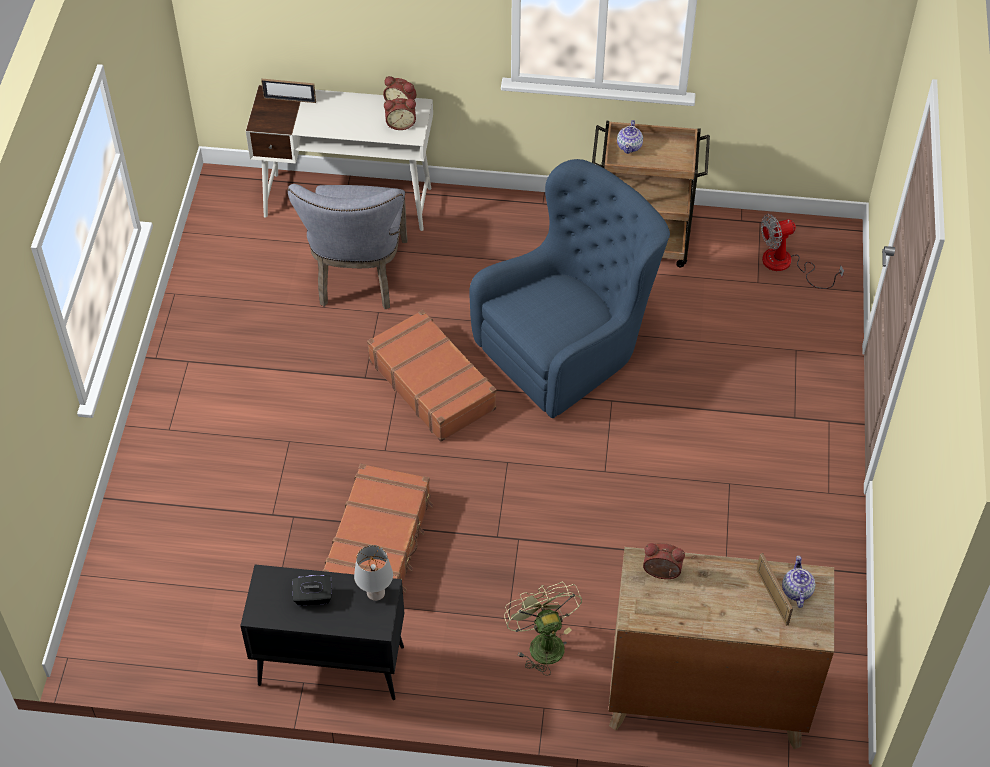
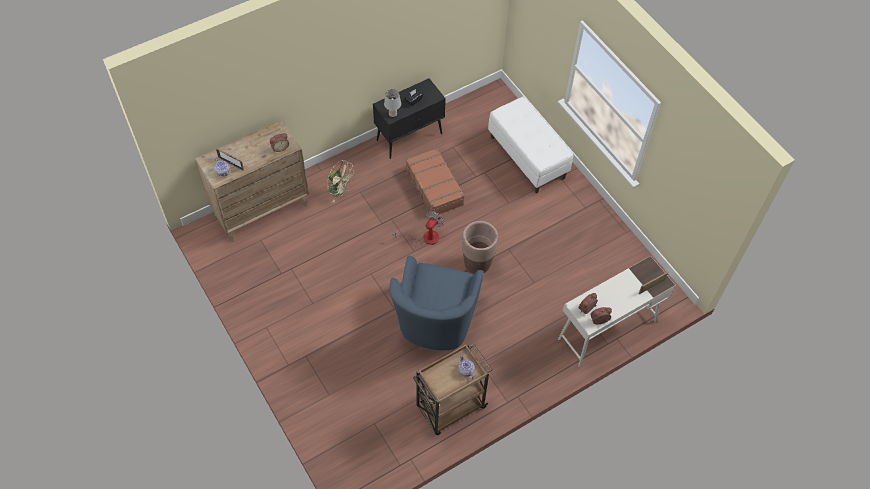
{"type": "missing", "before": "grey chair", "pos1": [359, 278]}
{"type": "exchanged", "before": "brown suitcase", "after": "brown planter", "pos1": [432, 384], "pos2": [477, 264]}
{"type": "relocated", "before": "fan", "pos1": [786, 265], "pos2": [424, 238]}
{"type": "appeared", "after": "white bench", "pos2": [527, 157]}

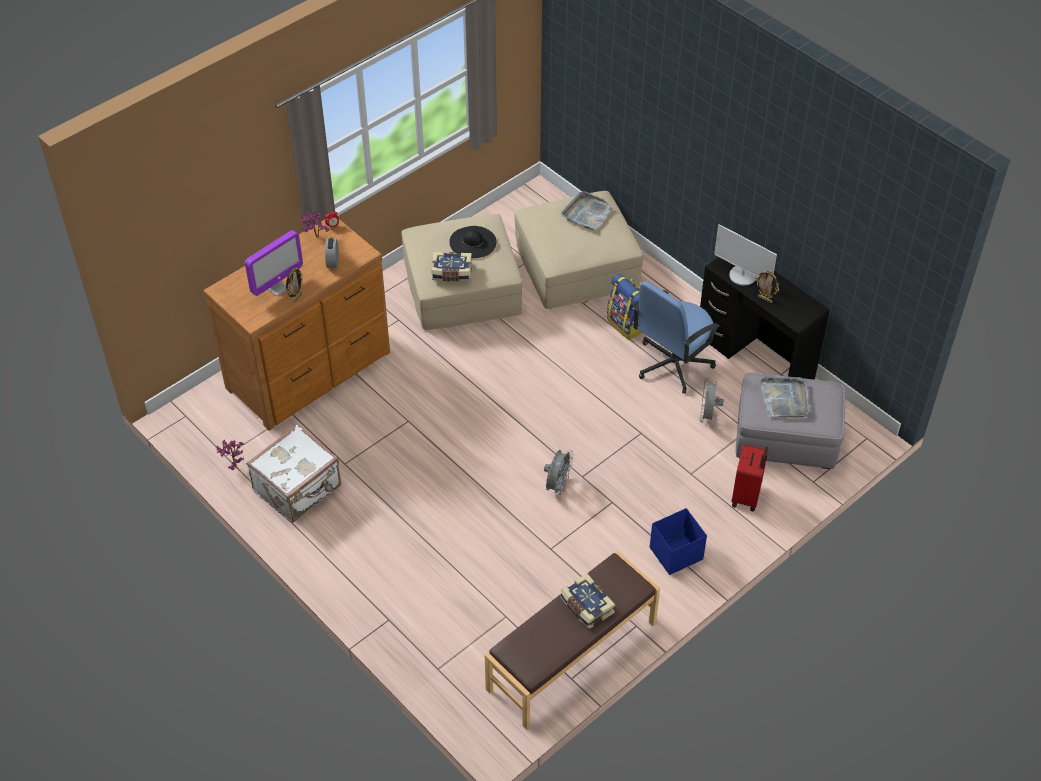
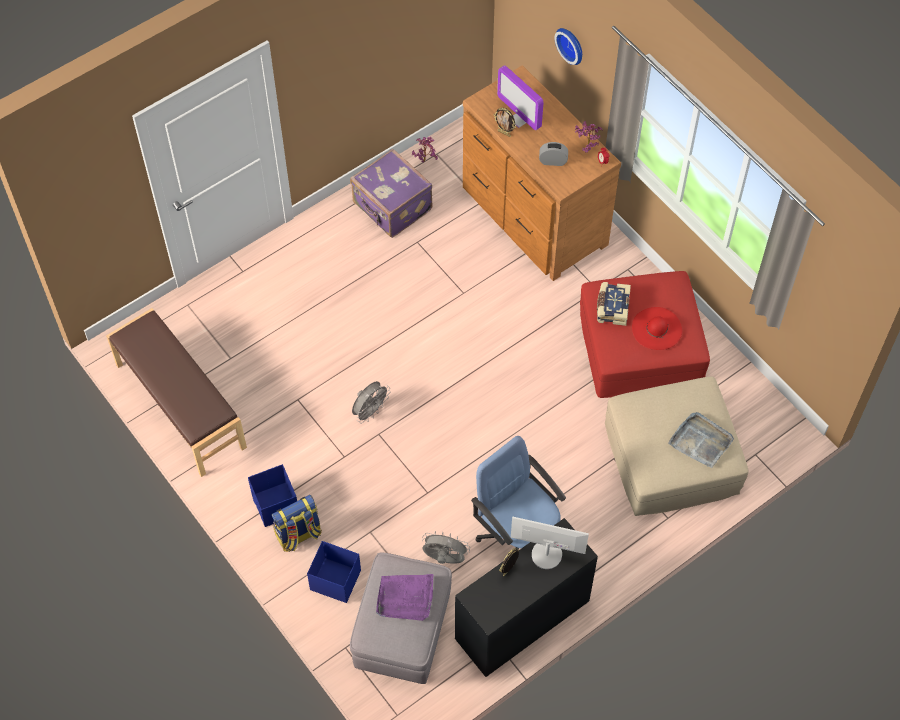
{"type": "colour", "before": "white suitcase", "after": "purple suitcase", "pos1": [299, 489], "pos2": [391, 207]}
{"type": "colour", "before": "beige ottoman", "after": "red ottoman", "pos1": [462, 287], "pos2": [641, 347]}
{"type": "colour", "before": "black hat", "after": "red hat", "pos1": [472, 242], "pos2": [656, 328]}
{"type": "spun", "before": "grey fan", "pos1": [557, 485], "pos2": [370, 411], "turn": -75}
{"type": "missing", "before": "book", "pos1": [586, 607]}
{"type": "relocated", "before": "backpack", "pos1": [626, 324], "pos2": [298, 535]}
{"type": "spun", "before": "monitor", "pos1": [743, 276], "pos2": [546, 554], "turn": 60}
{"type": "exchanged", "before": "red suitcase", "after": "blue storage box", "pos1": [747, 496], "pos2": [335, 580]}
{"type": "colour", "before": "grey tray", "after": "purple tray", "pos1": [785, 398], "pos2": [405, 598]}
{"type": "appeared", "after": "wall clock", "pos2": [571, 44]}

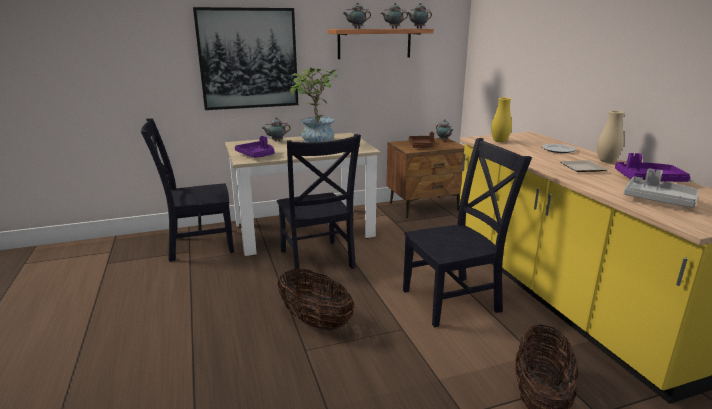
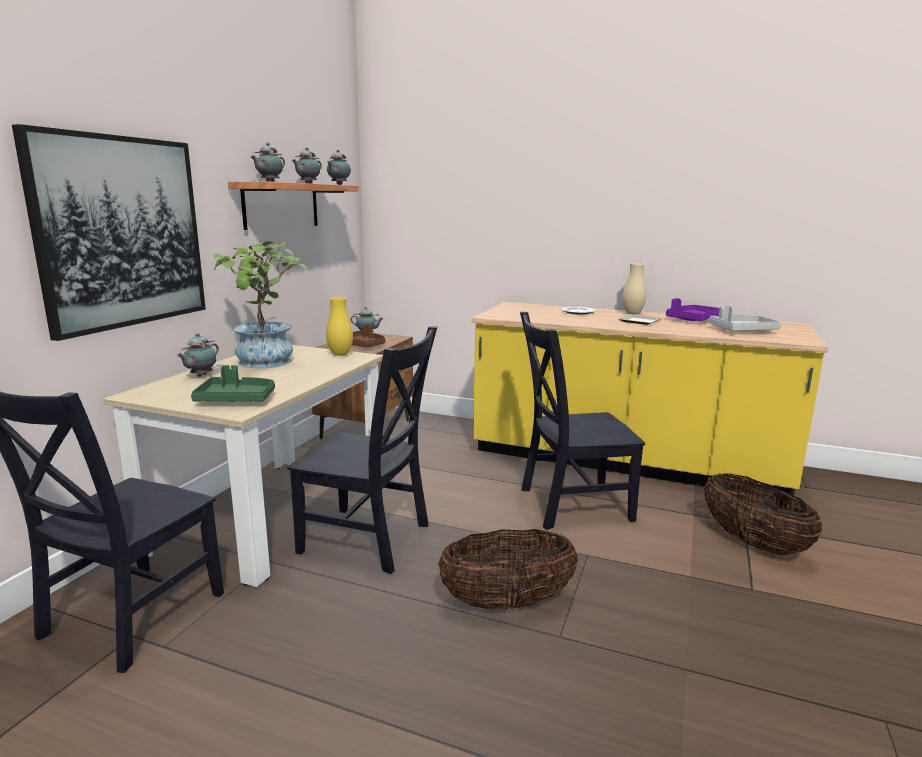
{"type": "colour", "before": "purple tray", "after": "green tray", "pos1": [257, 155], "pos2": [236, 399]}
{"type": "spun", "before": "black chair", "pos1": [455, 300], "pos2": [570, 504], "turn": -120}
{"type": "relocated", "before": "yellow vase", "pos1": [499, 141], "pos2": [340, 354]}

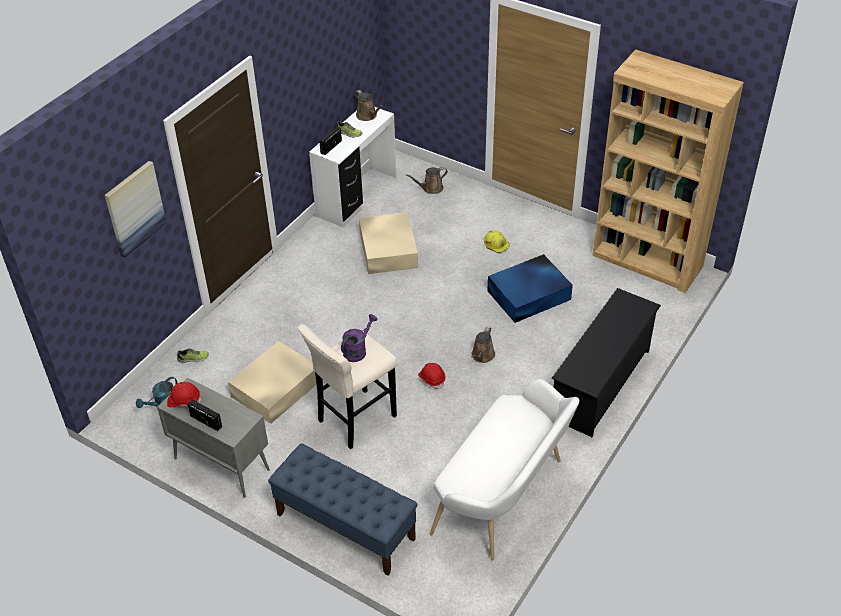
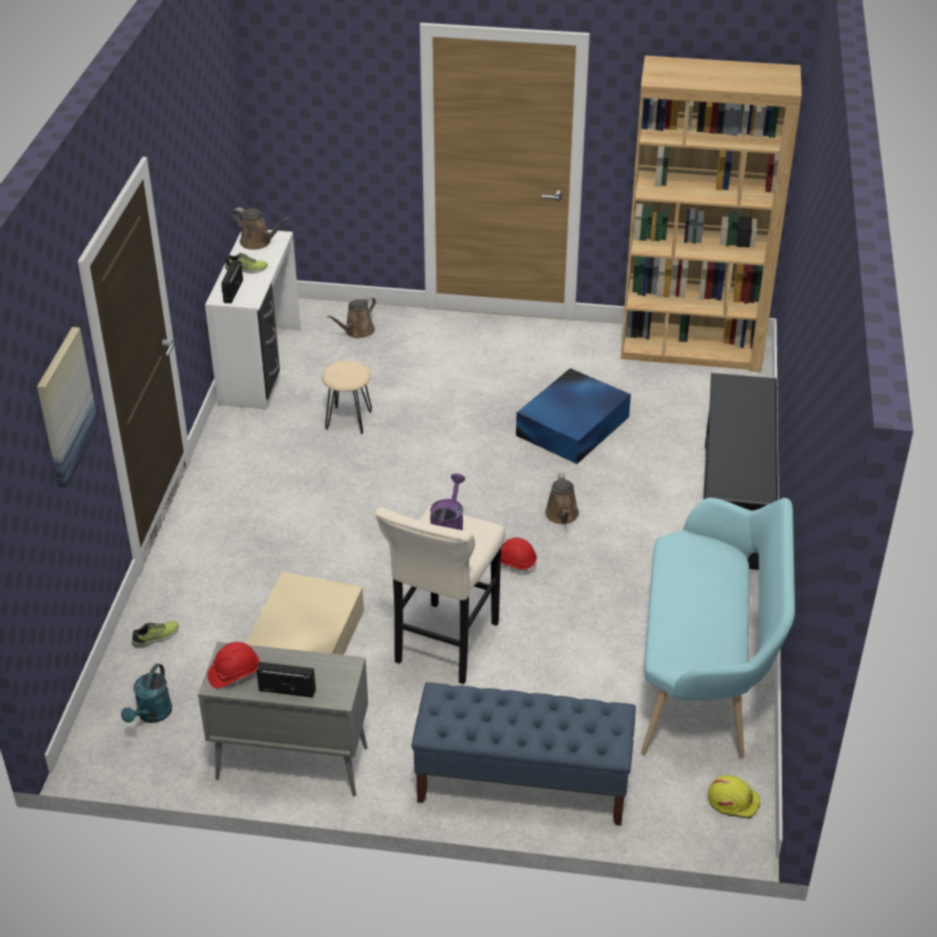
{"type": "exchanged", "before": "beige storage box", "after": "beige stool", "pos1": [388, 249], "pos2": [349, 419]}
{"type": "colour", "before": "white bench", "after": "turquoise bench", "pos1": [504, 498], "pos2": [706, 677]}
{"type": "relocated", "before": "yellow hard hat", "pos1": [496, 245], "pos2": [733, 800]}

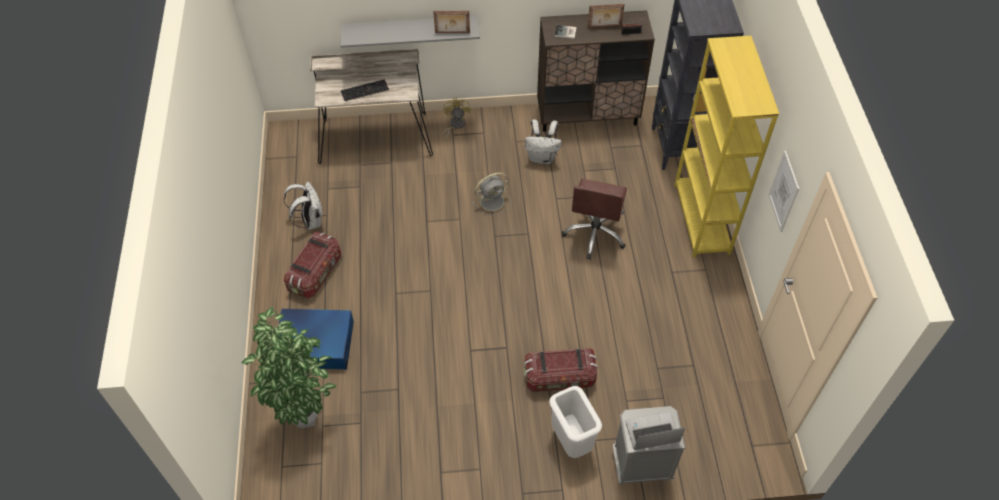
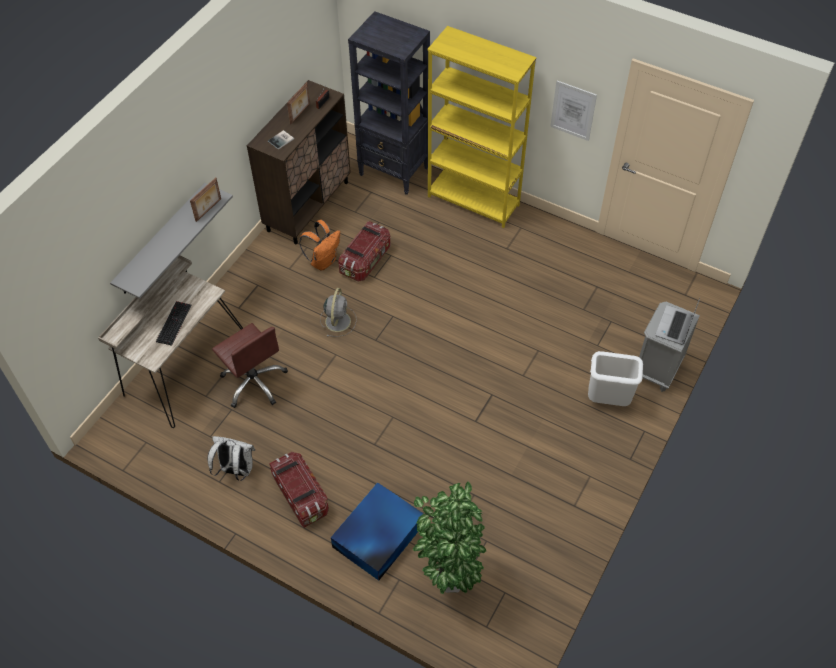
{"type": "missing", "before": "yellow fan", "pos1": [455, 125]}
{"type": "relocated", "before": "storage box", "pos1": [560, 378], "pos2": [366, 260]}
{"type": "colour", "before": "white backpack", "after": "orange backpack", "pos1": [542, 157], "pos2": [323, 261]}
{"type": "relocated", "before": "brown office chair", "pos1": [595, 233], "pos2": [254, 382]}

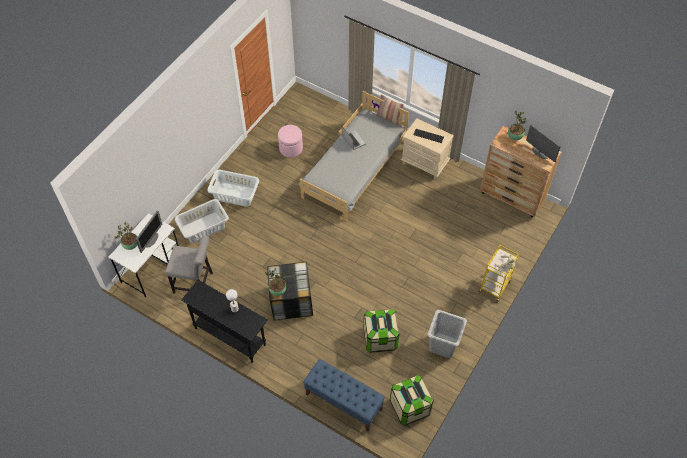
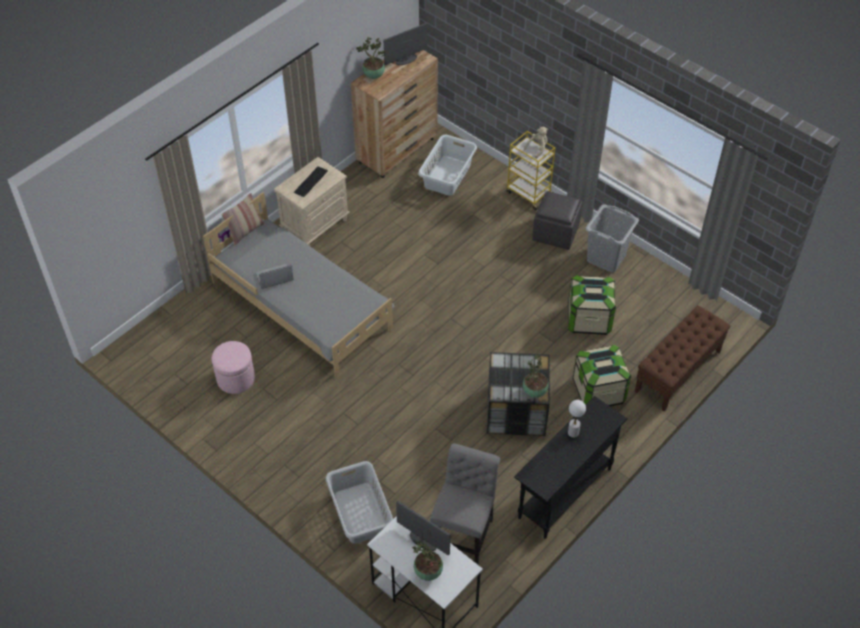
{"type": "relocated", "before": "white laundry basket", "pos1": [235, 194], "pos2": [447, 176]}
{"type": "colour", "before": "blue bench", "after": "brown bench", "pos1": [343, 402], "pos2": [677, 371]}
{"type": "relocated", "before": "storage box", "pos1": [410, 407], "pos2": [598, 391]}
{"type": "appeared", "after": "grey ottoman", "pos2": [556, 232]}

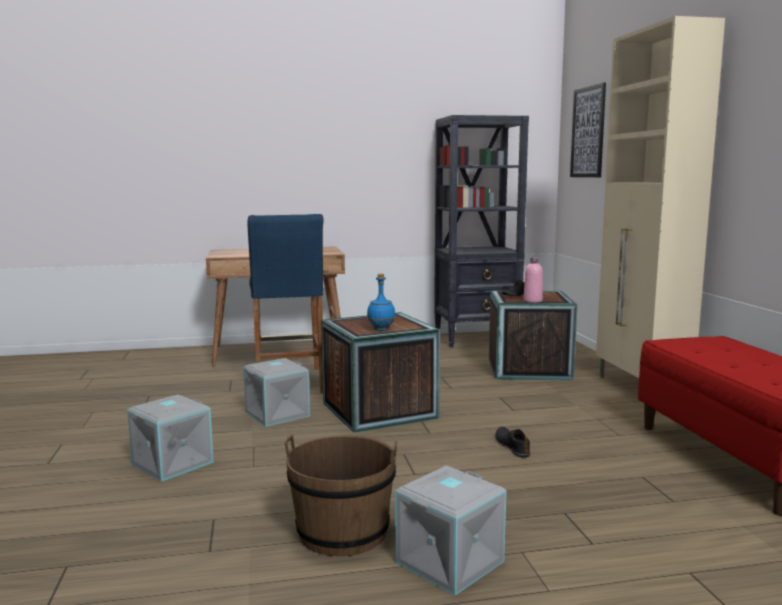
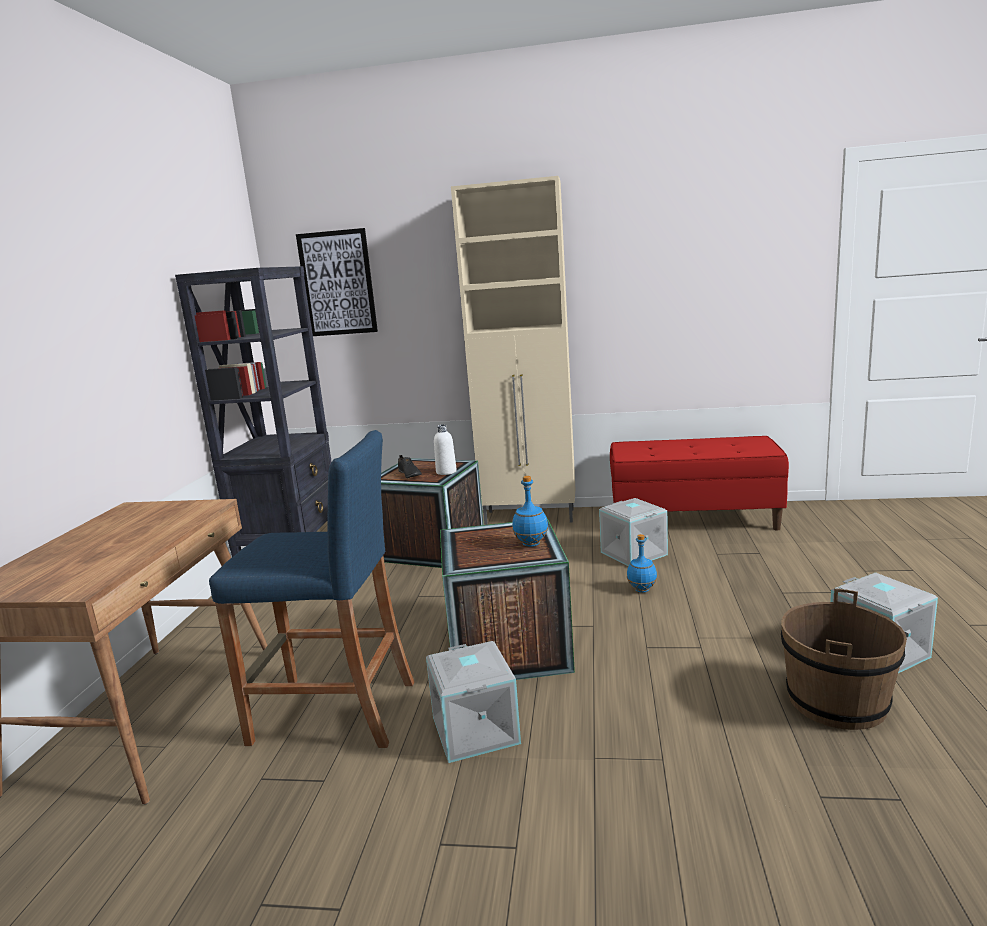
{"type": "relocated", "before": "grey storage box", "pos1": [172, 463], "pos2": [632, 553]}
{"type": "exchanged", "before": "black shoe", "after": "blue bottle", "pos1": [512, 446], "pos2": [642, 590]}
{"type": "colour", "before": "pink bottle", "after": "white bottle", "pos1": [532, 301], "pos2": [446, 472]}

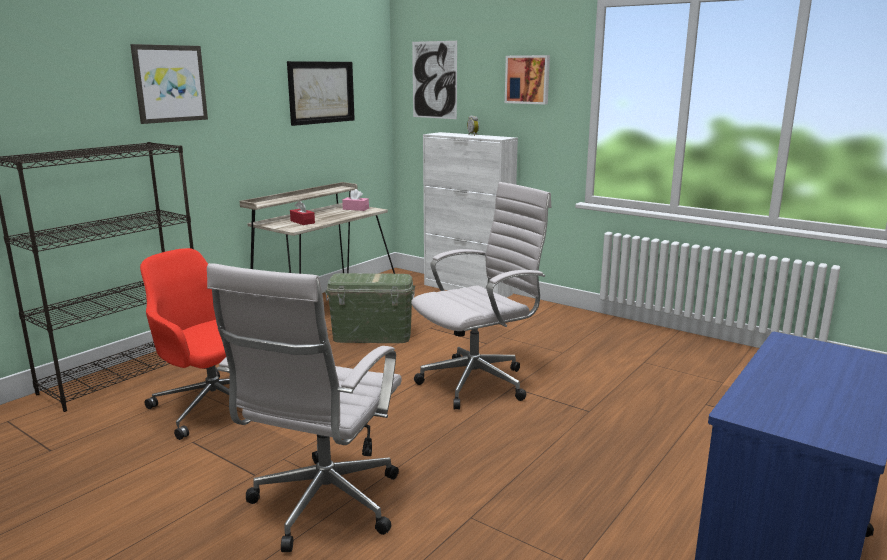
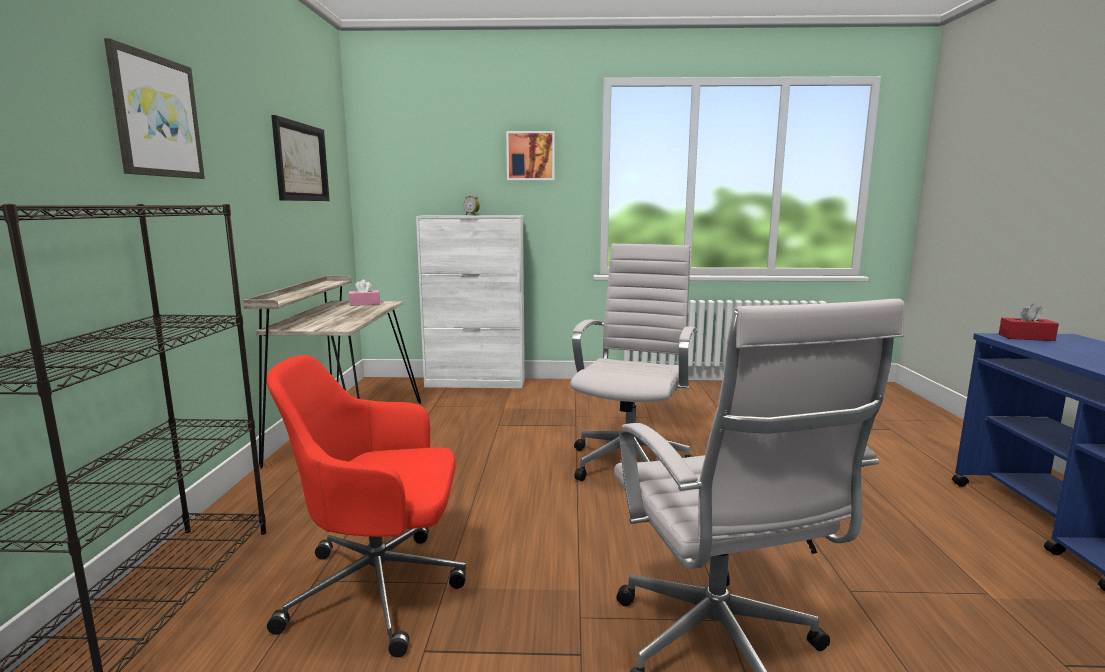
{"type": "relocated", "before": "red tissue box", "pos1": [302, 222], "pos2": [1026, 337]}
{"type": "missing", "before": "green storage box", "pos1": [372, 336]}
{"type": "missing", "before": "picture", "pos1": [434, 80]}

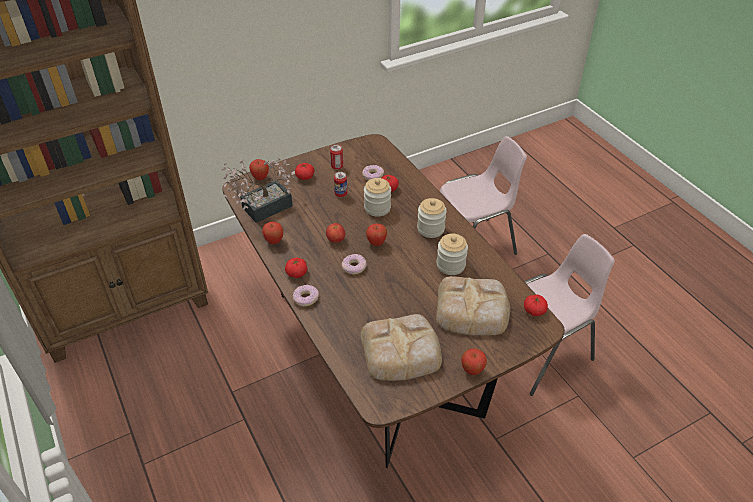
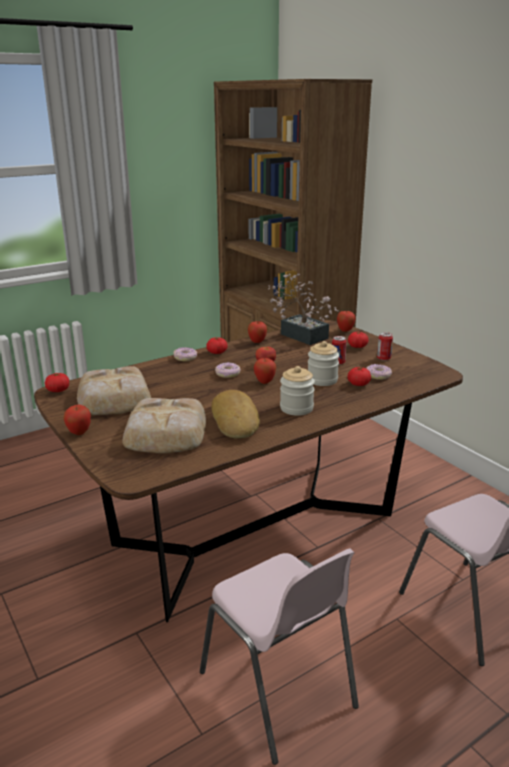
{"type": "exchanged", "before": "jar", "after": "bread", "pos1": [450, 265], "pos2": [236, 420]}
{"type": "relocated", "before": "tomato", "pos1": [534, 310], "pos2": [58, 390]}

